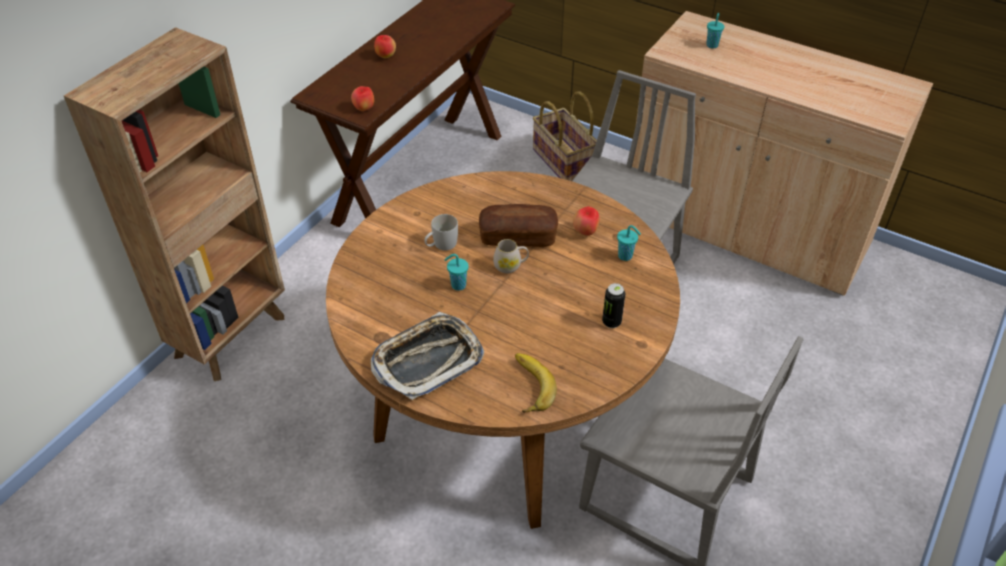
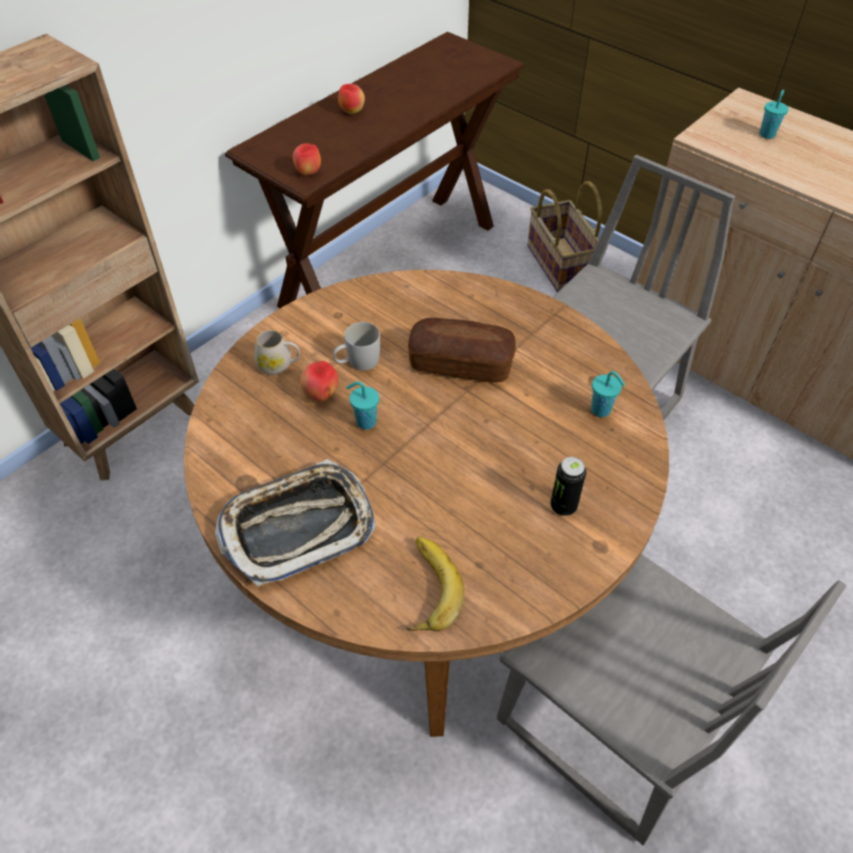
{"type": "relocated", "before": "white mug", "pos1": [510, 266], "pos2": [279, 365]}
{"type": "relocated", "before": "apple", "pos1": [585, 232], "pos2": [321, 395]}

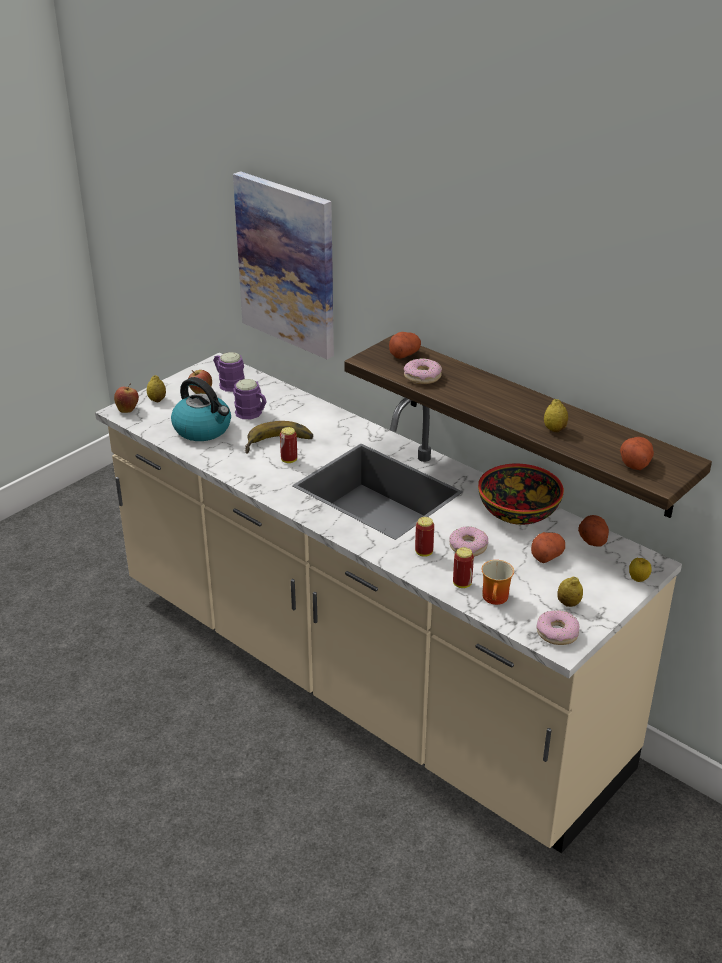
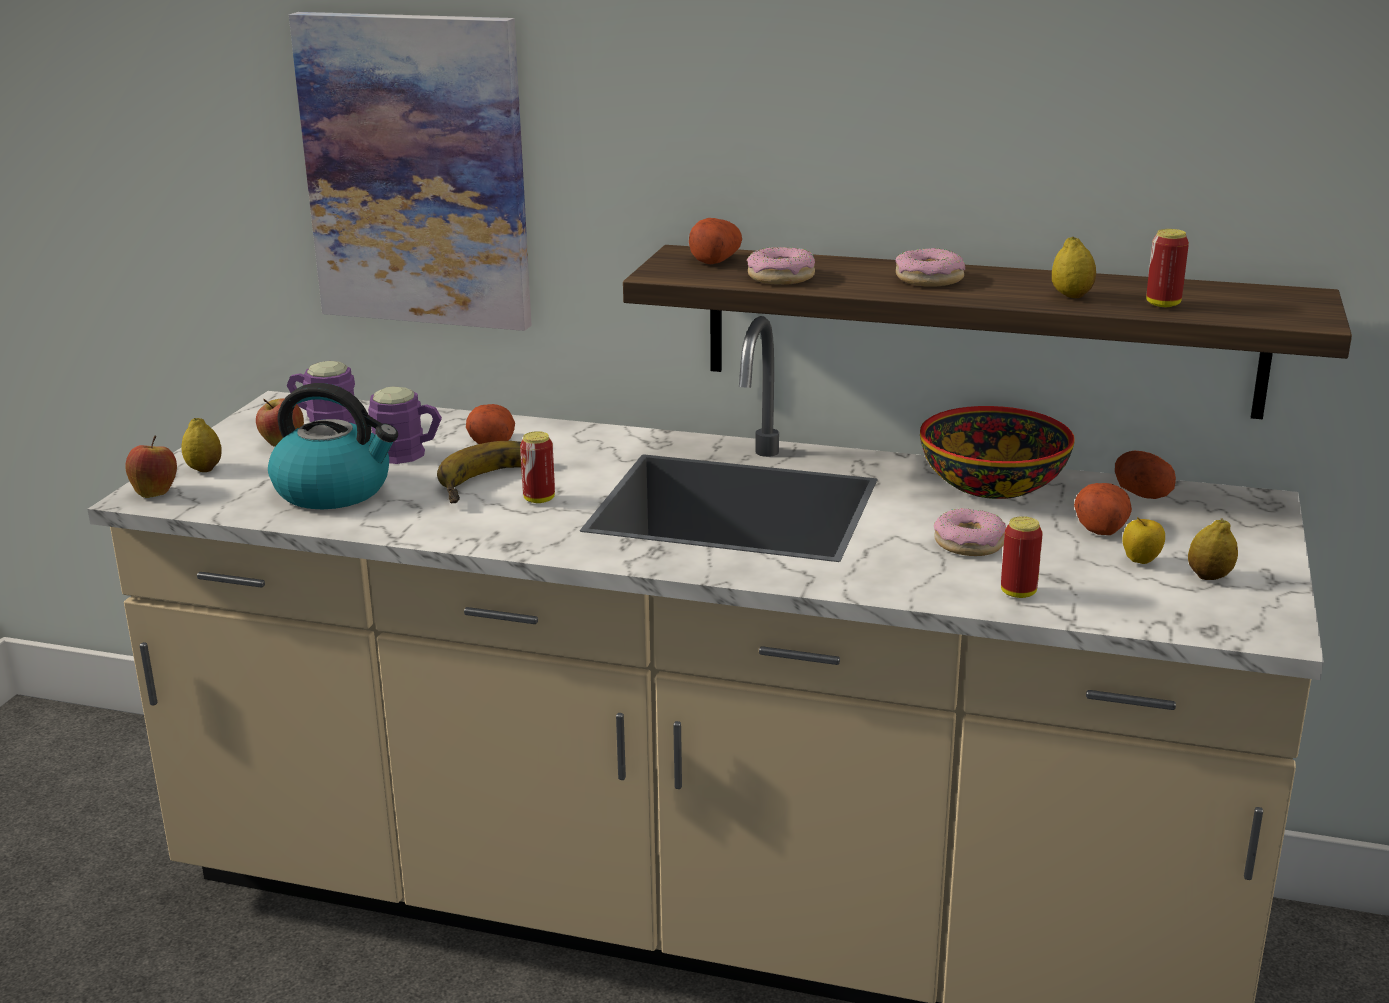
{"type": "relocated", "before": "can", "pos1": [424, 552], "pos2": [1163, 304]}
{"type": "missing", "before": "mug", "pos1": [497, 599]}
{"type": "relocated", "before": "donut", "pos1": [557, 633], "pos2": [929, 279]}
{"type": "relocated", "before": "potato", "pos1": [635, 462], "pos2": [491, 442]}
{"type": "relocated", "before": "apple", "pos1": [638, 580], "pos2": [1140, 562]}

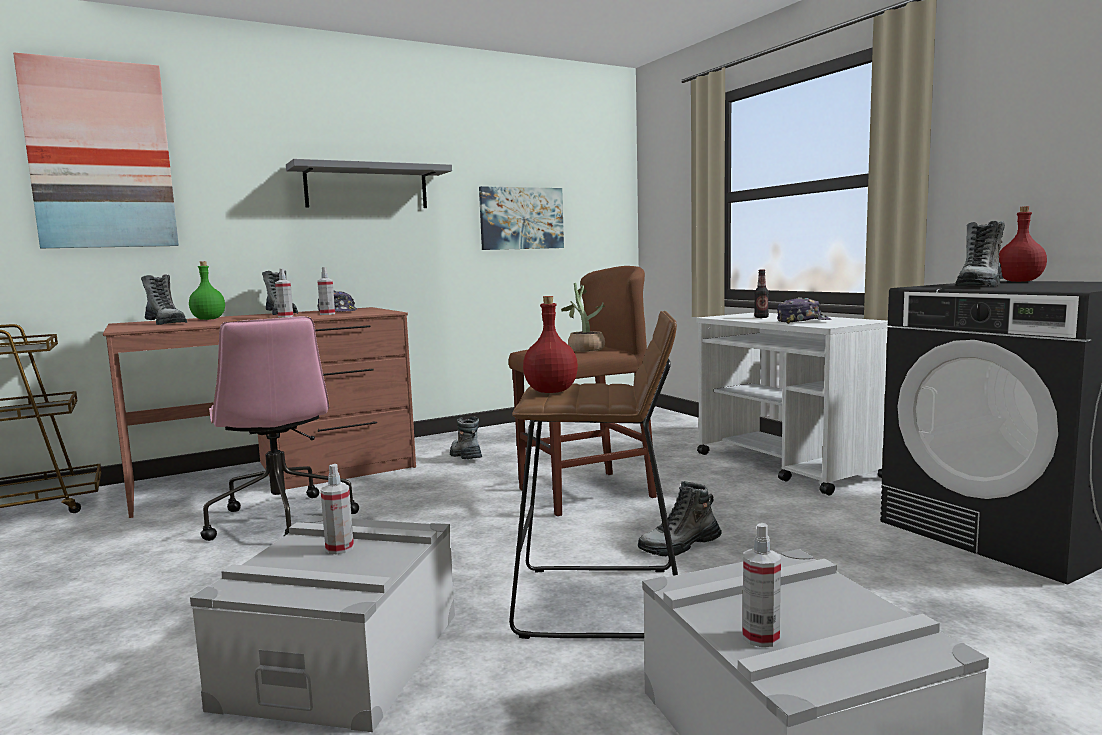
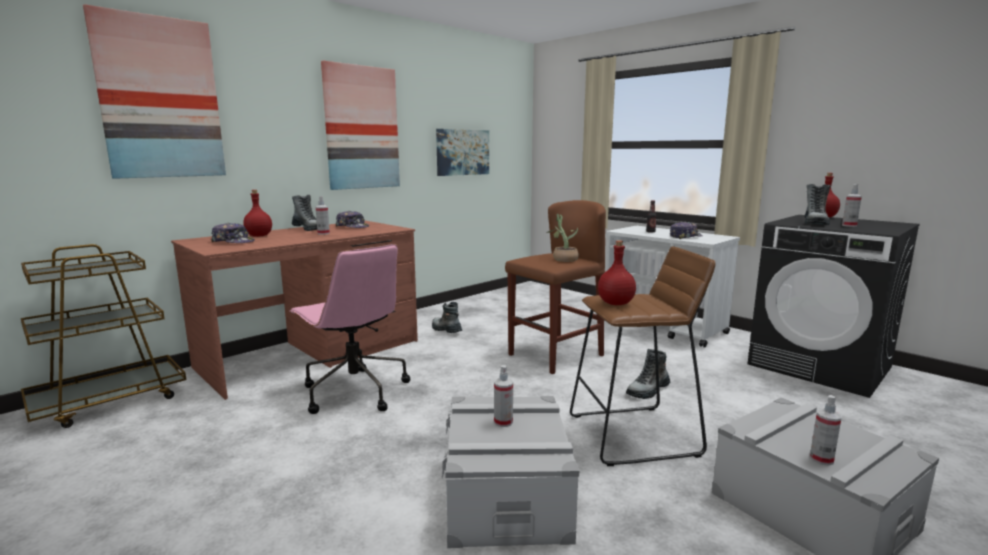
{"type": "exchanged", "before": "boot", "after": "cap", "pos1": [166, 323], "pos2": [233, 242]}
{"type": "colour", "before": "green bottle", "after": "red bottle", "pos1": [209, 319], "pos2": [259, 236]}
{"type": "exchanged", "before": "grey shelf", "after": "picture", "pos1": [367, 187], "pos2": [361, 128]}
{"type": "relocated", "before": "spray bottle", "pos1": [327, 314], "pos2": [849, 225]}

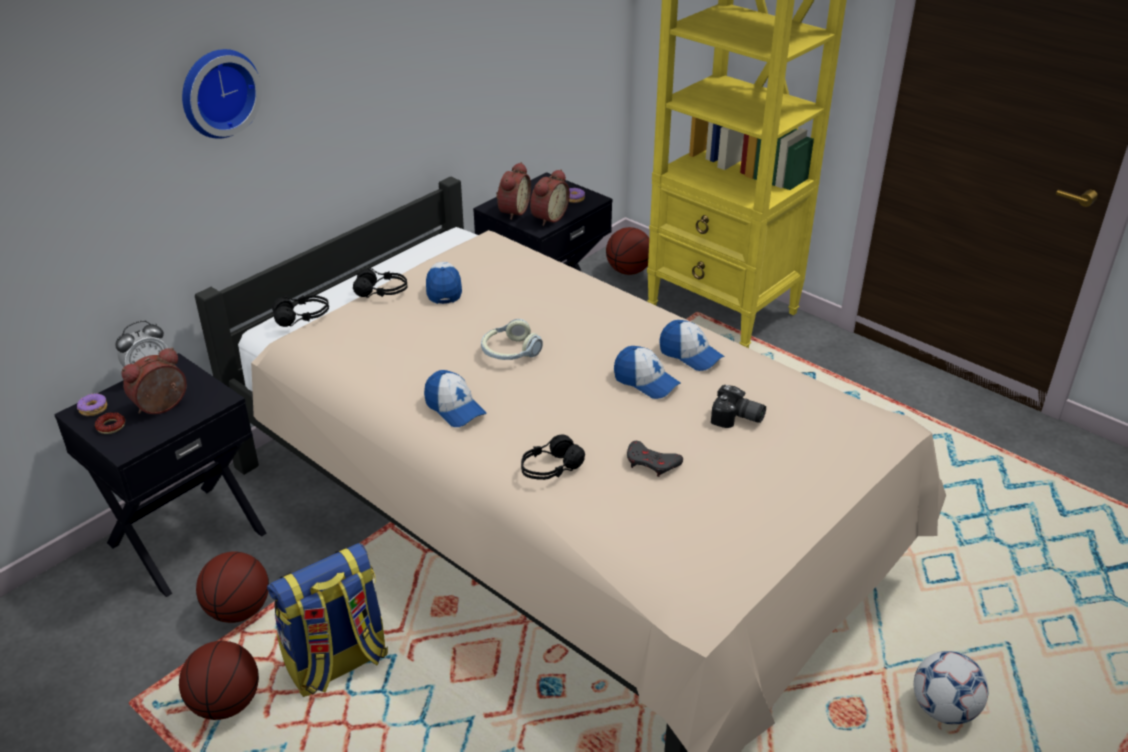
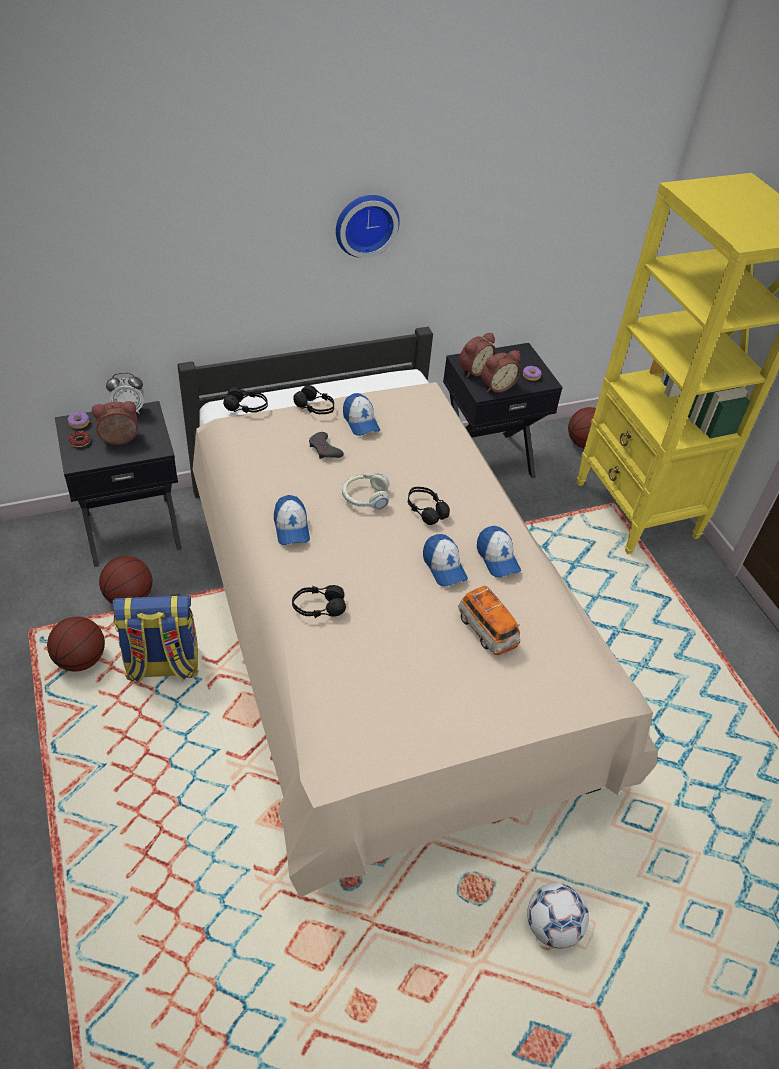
{"type": "relocated", "before": "wall clock", "pos1": [217, 92], "pos2": [365, 224]}
{"type": "spun", "before": "cap", "pos1": [444, 288], "pos2": [360, 422], "turn": 135}
{"type": "relocated", "before": "grey game controller", "pos1": [652, 463], "pos2": [324, 449]}
{"type": "exchanged", "before": "photo camera", "after": "toy car", "pos1": [737, 419], "pos2": [487, 630]}
{"type": "appeared", "after": "black headphones", "pos2": [425, 510]}

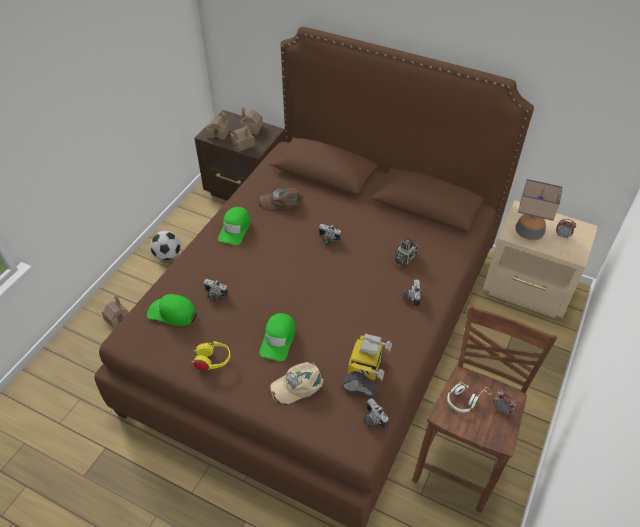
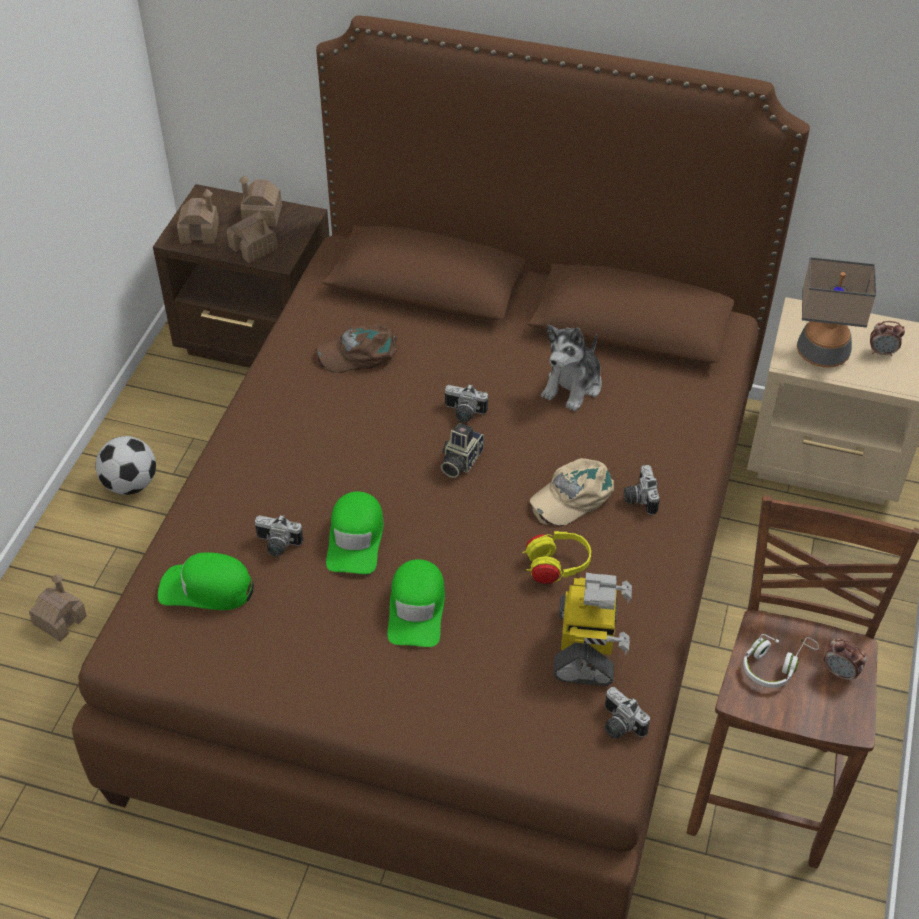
{"type": "relocated", "before": "yellow headphones", "pos1": [212, 361], "pos2": [556, 567]}
{"type": "relocated", "before": "green cap", "pos1": [235, 229], "pos2": [356, 539]}
{"type": "relocated", "before": "beige cap", "pos1": [298, 384], "pos2": [572, 496]}
{"type": "relocated", "before": "photo camera", "pos1": [404, 257], "pos2": [459, 461]}
{"type": "appeared", "after": "plush toy", "pos2": [573, 386]}

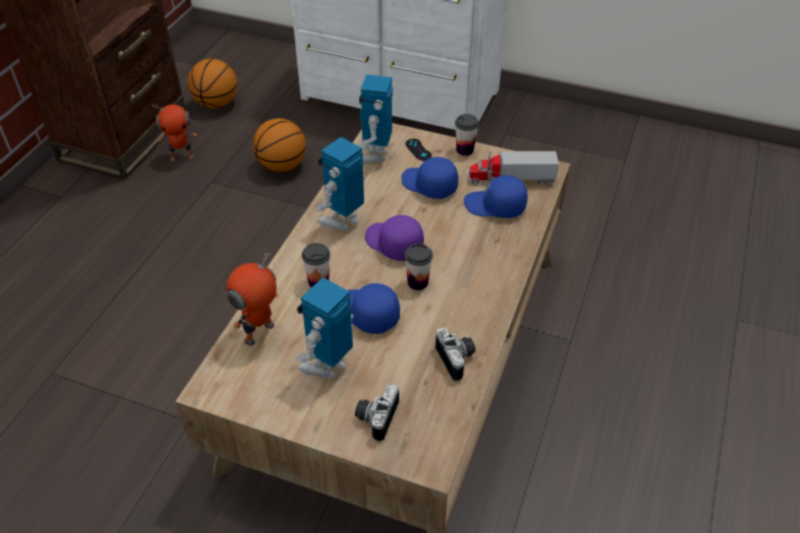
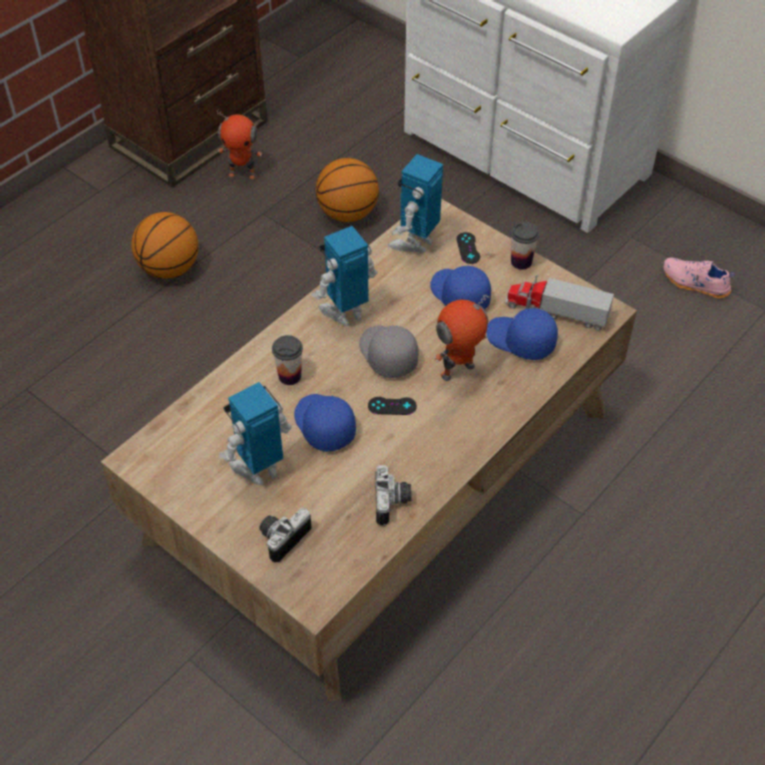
{"type": "relocated", "before": "basketball", "pos1": [216, 104], "pos2": [169, 268]}
{"type": "relocated", "before": "toy robot", "pos1": [260, 334], "pos2": [458, 372]}
{"type": "colour", "before": "purple cap", "after": "grey cap", "pos1": [393, 244], "pos2": [387, 355]}
{"type": "exchanged", "before": "cup", "after": "black game controller", "pos1": [417, 282], "pos2": [392, 406]}
{"type": "appeared", "after": "pink shoe", "pos2": [694, 284]}

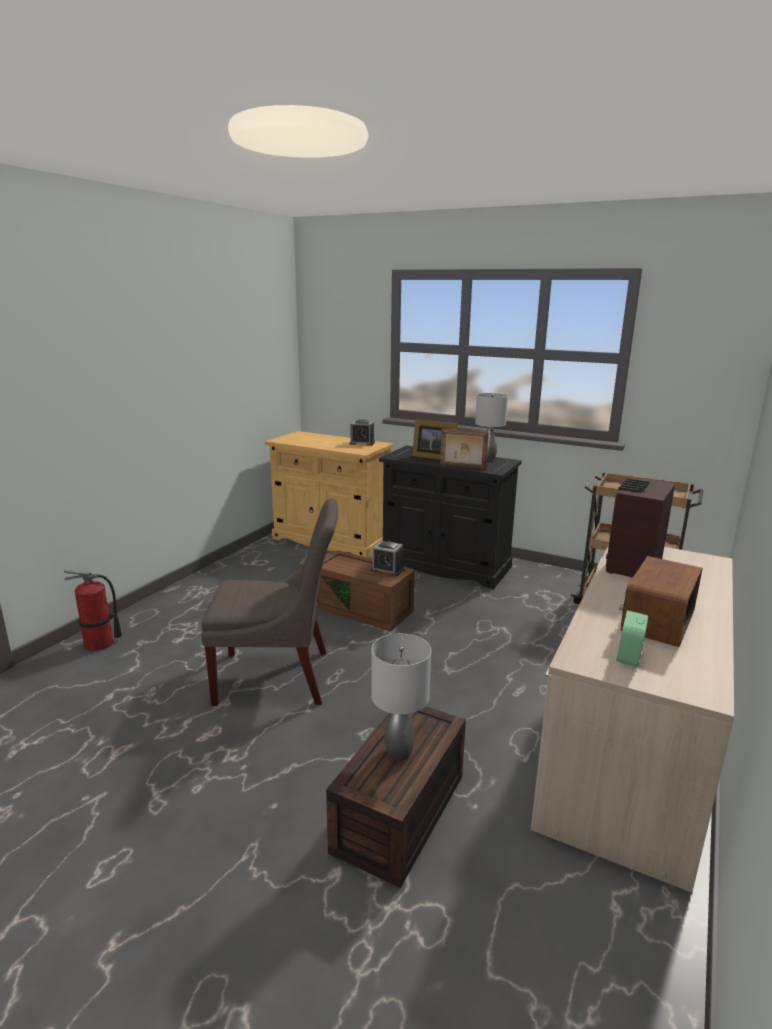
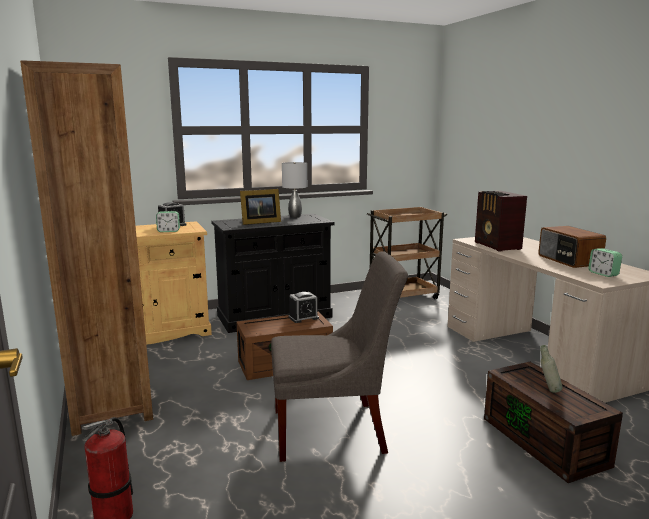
{"type": "spun", "before": "grey chair", "pos1": [279, 678], "pos2": [334, 430], "turn": 45}
{"type": "exchanged", "before": "grey table lamp", "after": "grey bottle", "pos1": [399, 751], "pos2": [548, 391]}
{"type": "missing", "before": "picture frame", "pos1": [462, 467]}
{"type": "appeared", "after": "brown bookcase", "pos2": [111, 406]}
{"type": "appeared", "after": "alarm clock", "pos2": [168, 231]}

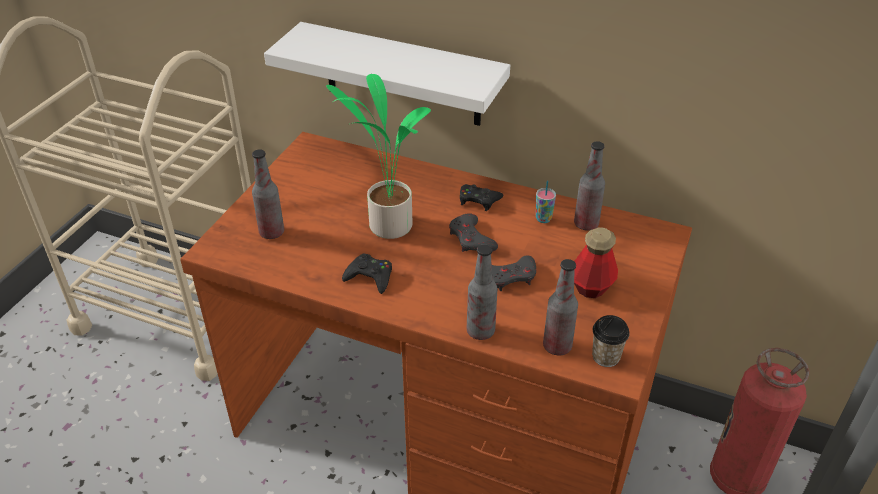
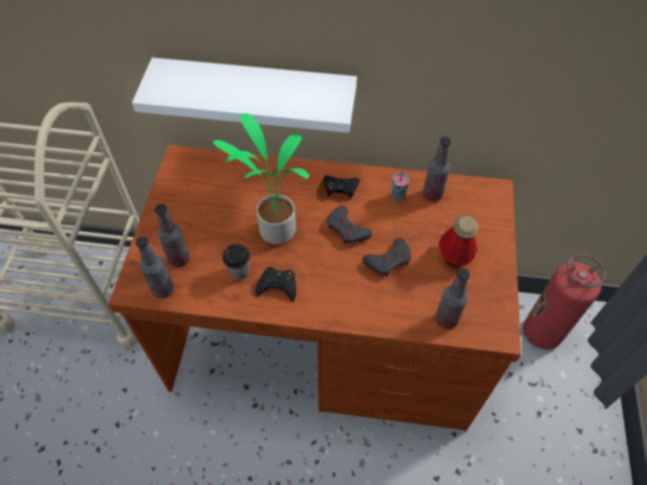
{"type": "relocated", "before": "bottle", "pos1": [480, 331], "pos2": [163, 289]}
{"type": "relocated", "before": "cup", "pos1": [606, 357], "pos2": [239, 271]}

